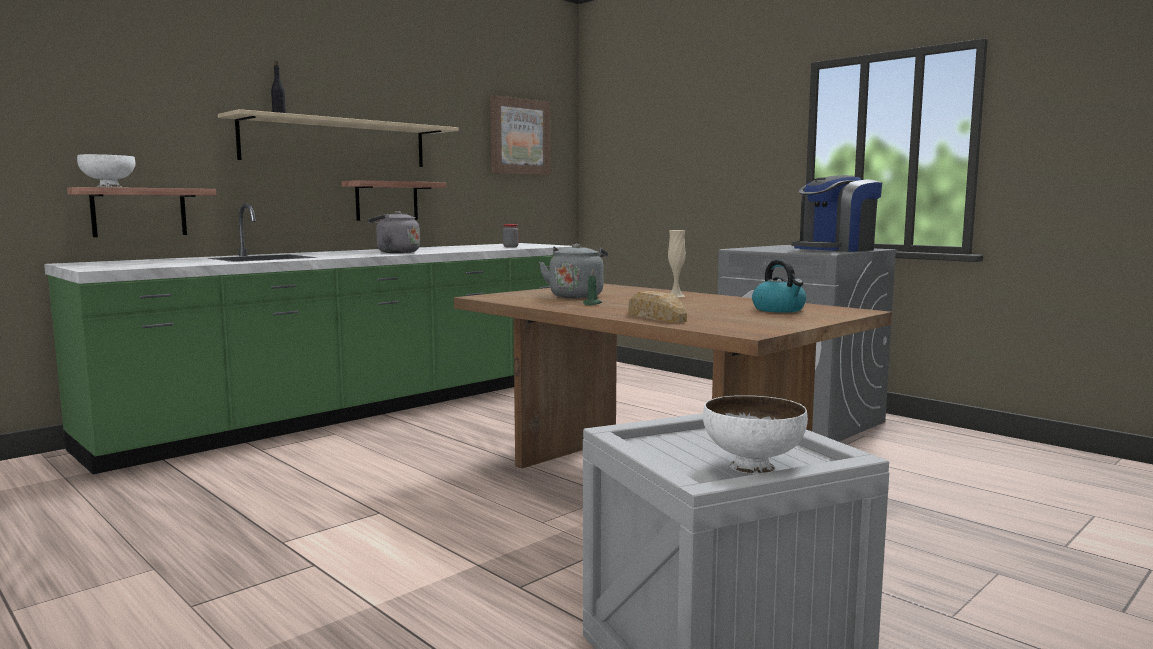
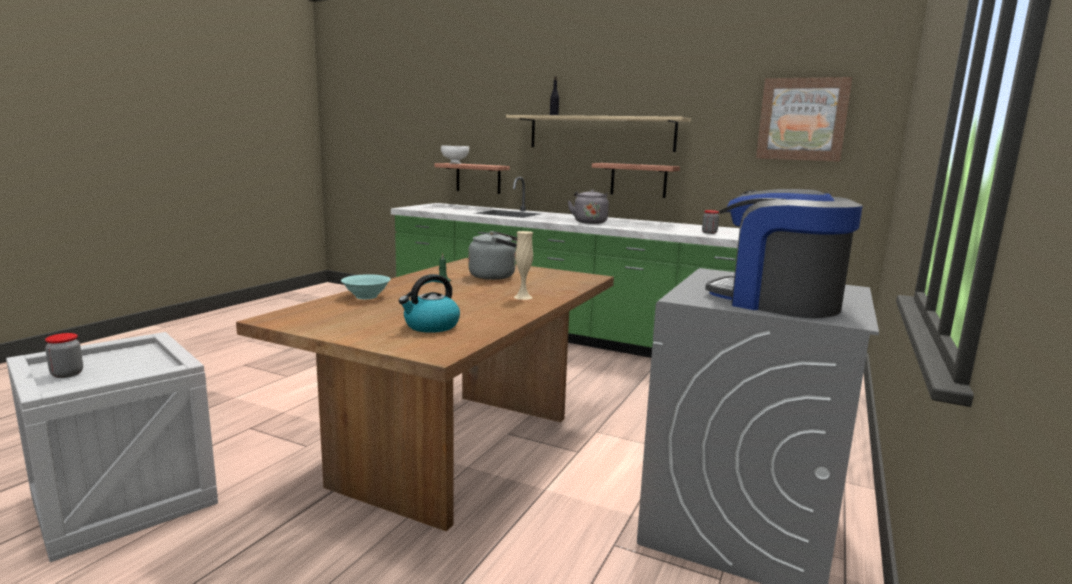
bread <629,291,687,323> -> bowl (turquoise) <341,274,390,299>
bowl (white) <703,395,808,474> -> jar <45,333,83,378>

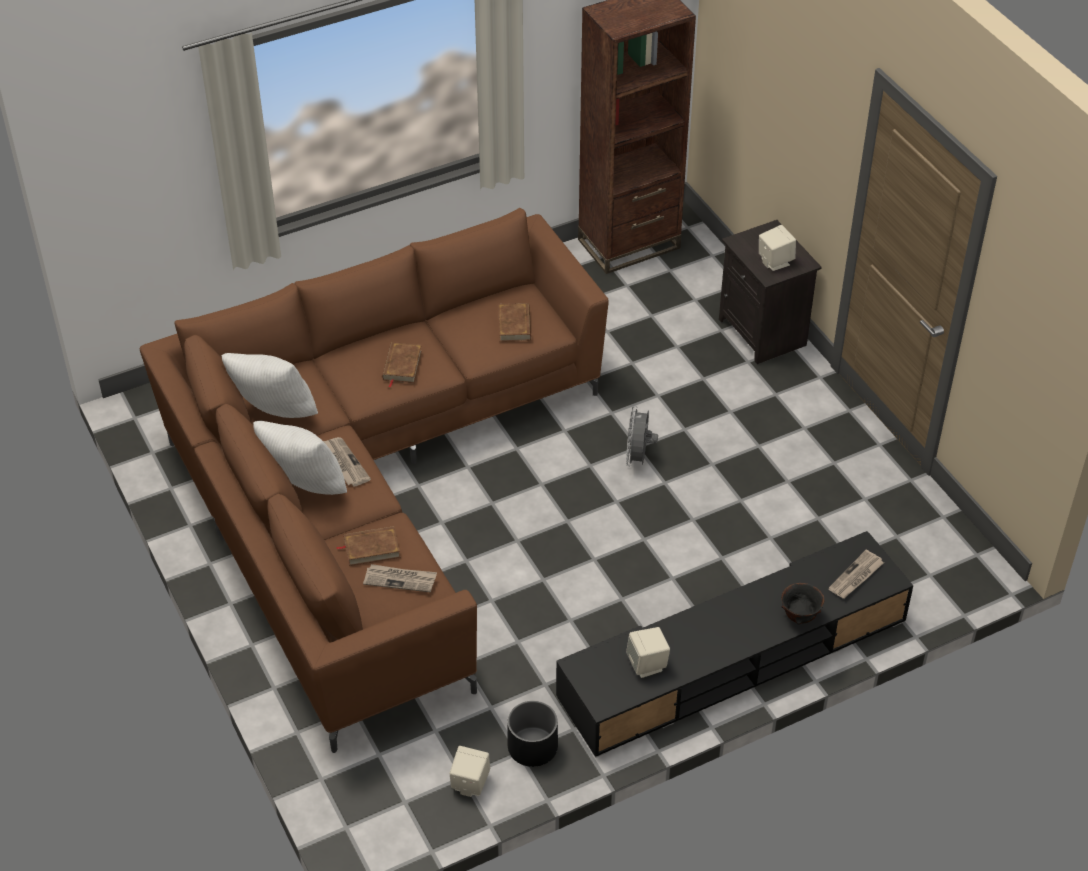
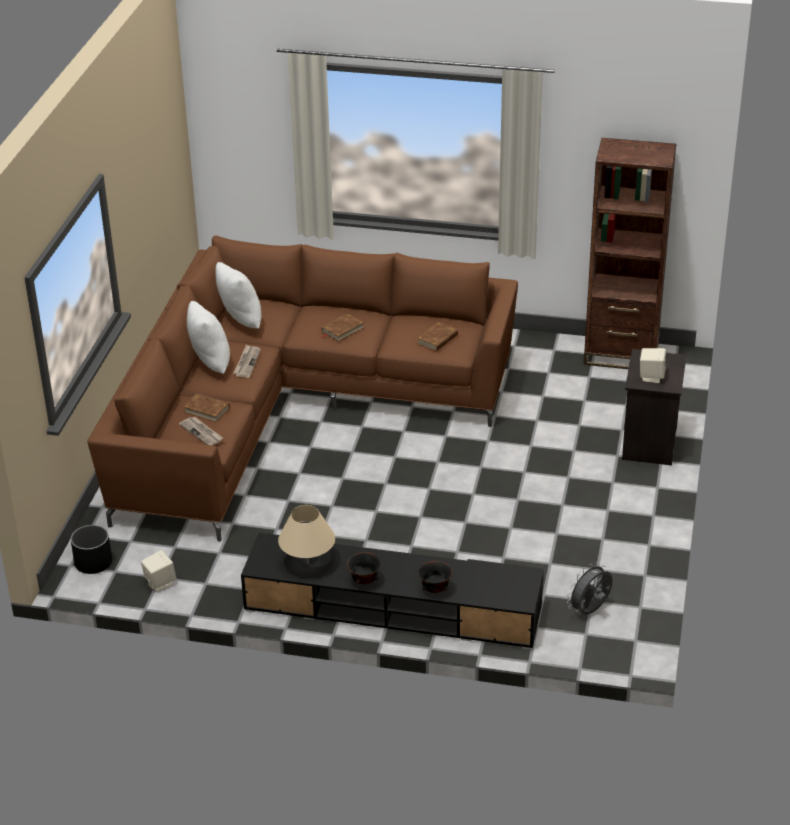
fan (grey) <626,406,658,466> -> fan (grey) <567,562,613,615>, moved
newspaper <828,550,884,598> -> none
speaker (beige) <626,627,670,678> -> table lamp (beige) <278,505,335,563>
planter (black) <507,701,558,767> -> planter (black) <71,525,112,574>, moved
none -> bowl (black) <347,552,381,584>

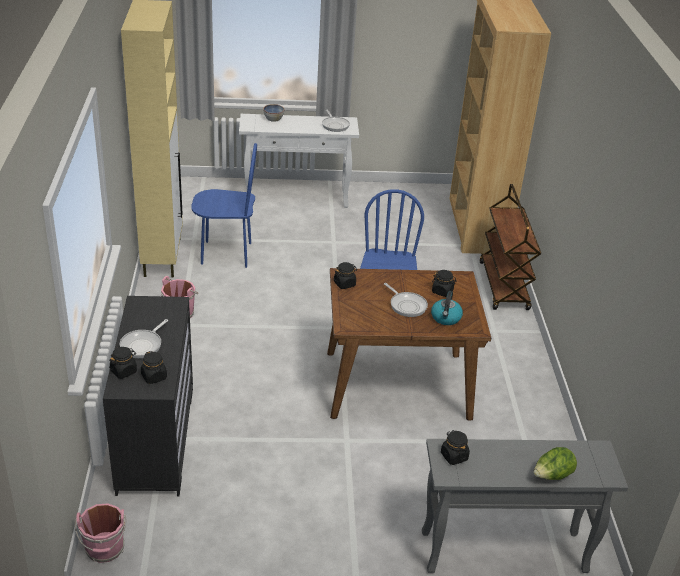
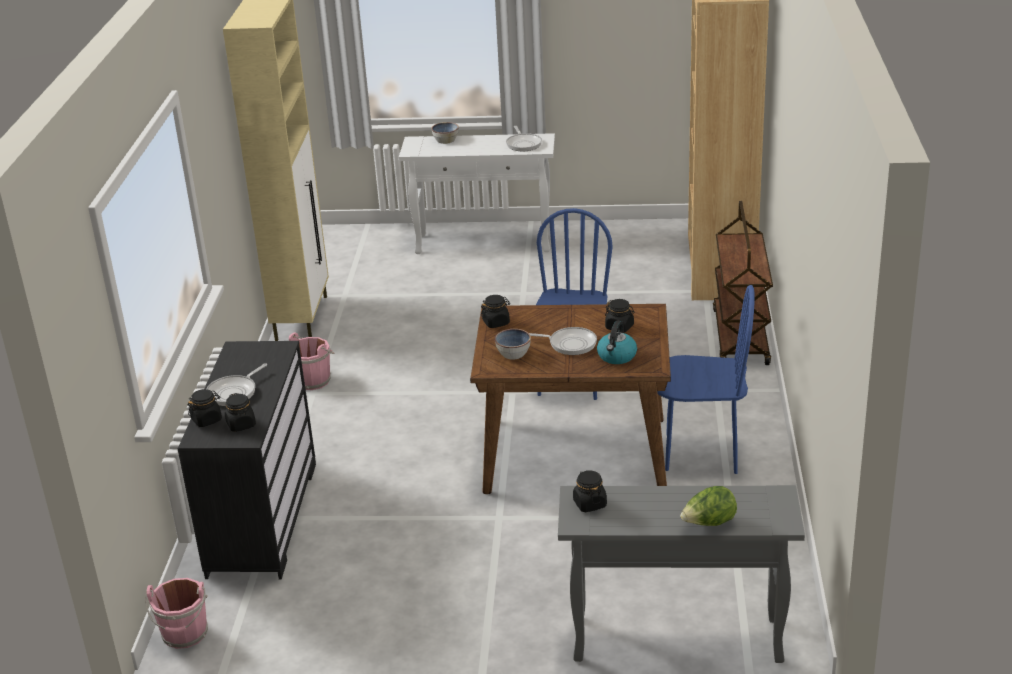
chair (blue) <191,143,257,268> -> chair (blue) <657,285,755,474>, moved
frying pan <384,283,428,317> -> frying pan <529,327,597,355>, 45 degrees counterclockwise
none -> bowl <495,329,531,360>

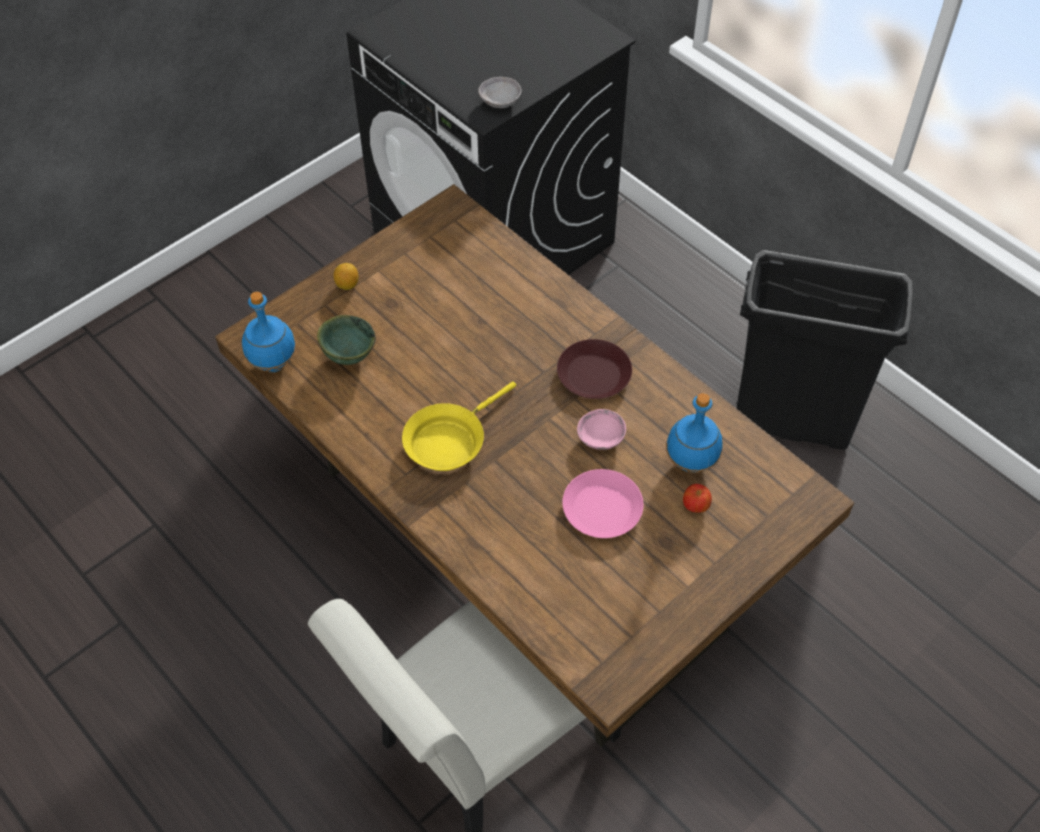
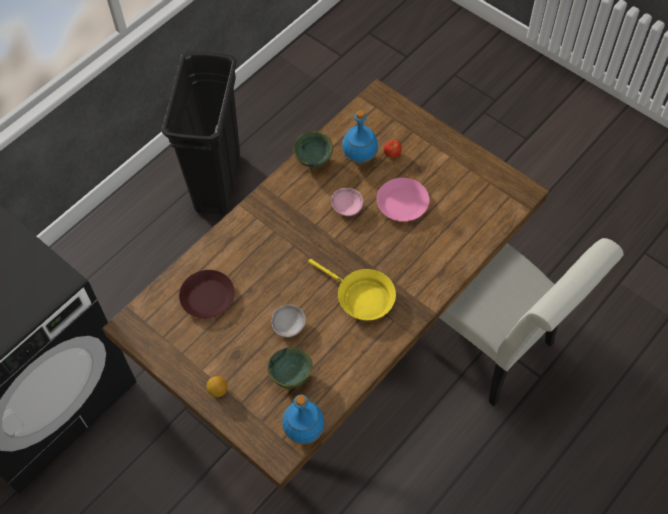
bowl (grey) <478,77,521,108> -> bowl (grey) <271,305,306,338>, moved
plate (brown) <557,339,632,399> -> plate (brown) <179,270,235,319>, moved
none -> bowl (green) <293,131,333,168>

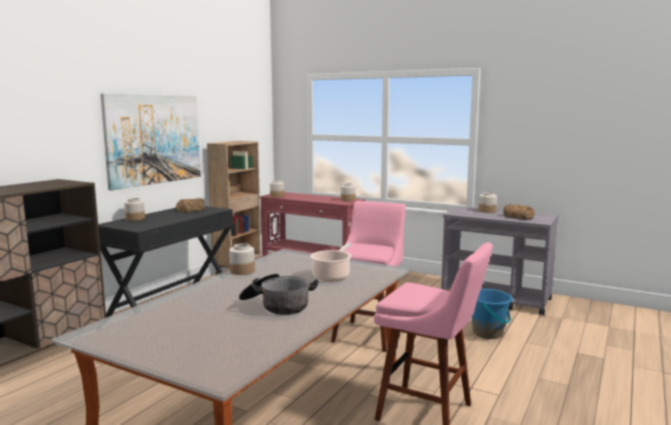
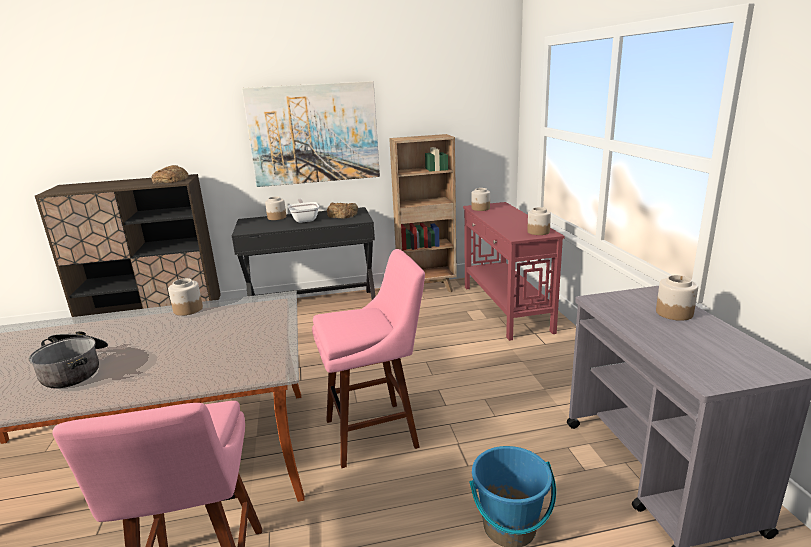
bread <503,204,535,220> -> bread <151,165,188,184>, moved
cooking pot <310,243,351,281> -> none
none -> frying pan <288,198,319,223>

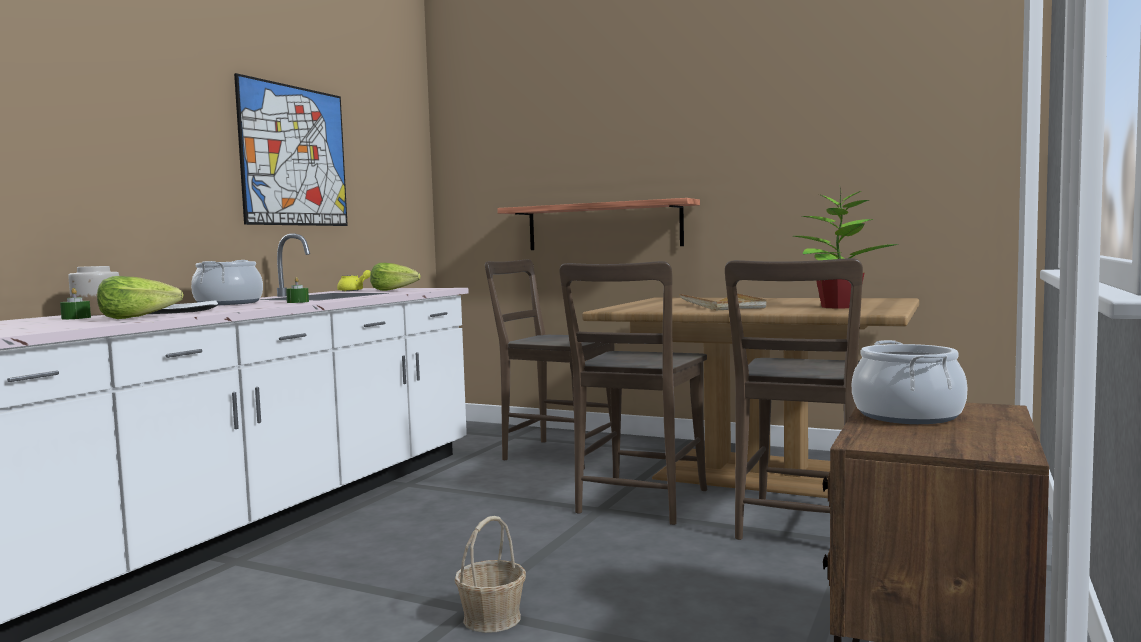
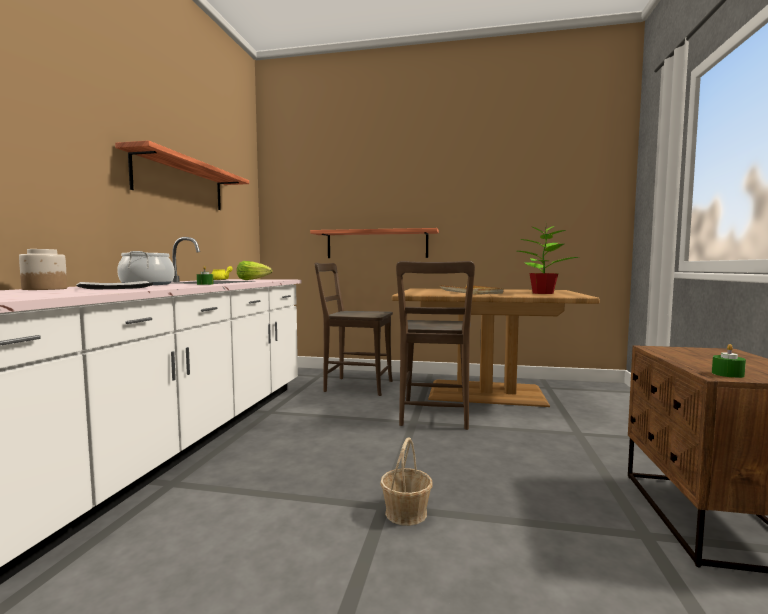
picture <234,73,348,226> -> shelf <115,140,249,210>
chair (brown) <725,258,863,540> -> none
lettuce <97,276,184,319> -> none
candle (green) <60,288,91,319> -> candle (green) <712,344,746,378>, moved
cooking pot <852,340,968,424> -> none

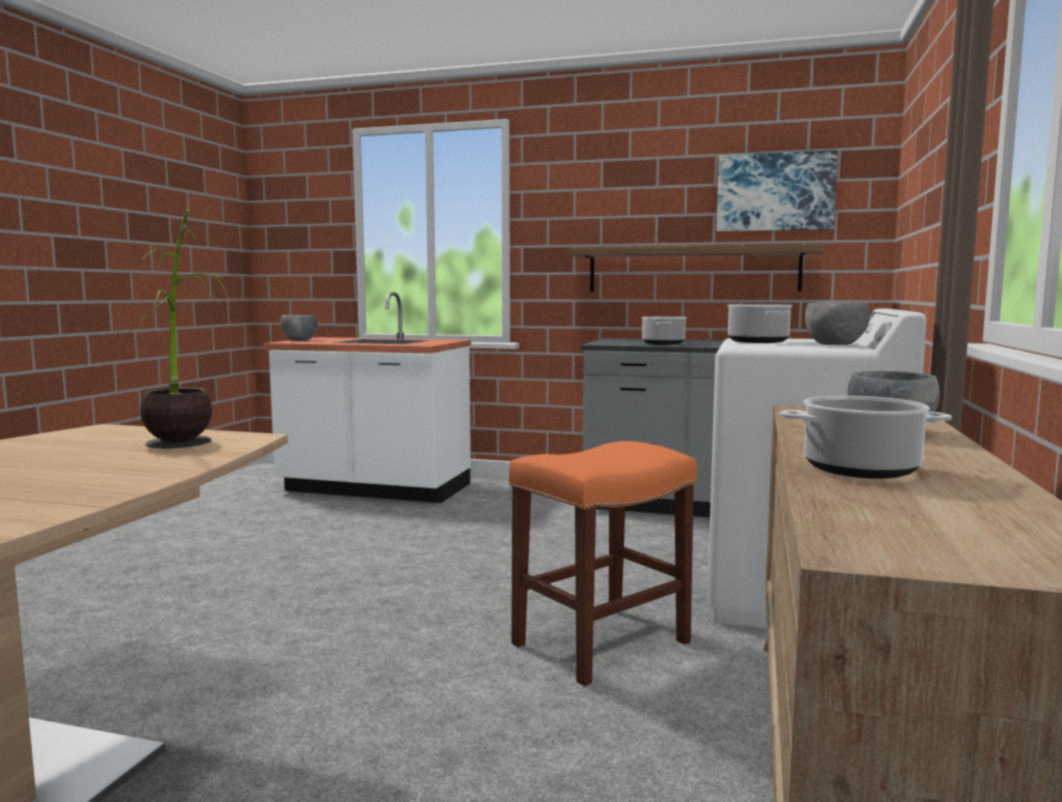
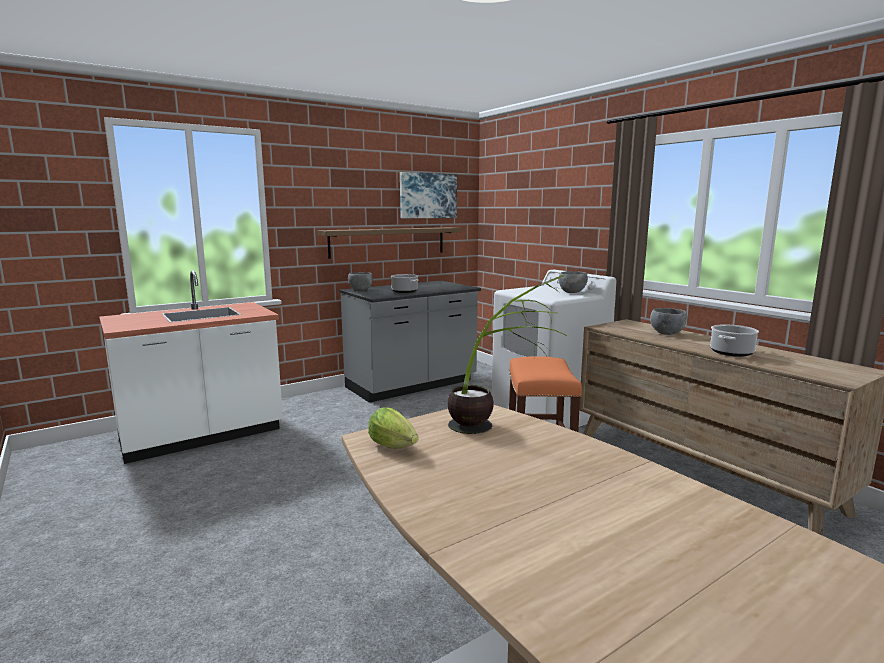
cooking pot <727,304,793,343> -> none
bowl (grey) <280,315,317,341> -> bowl (grey) <348,272,373,291>, moved
none -> lettuce <368,407,418,449>

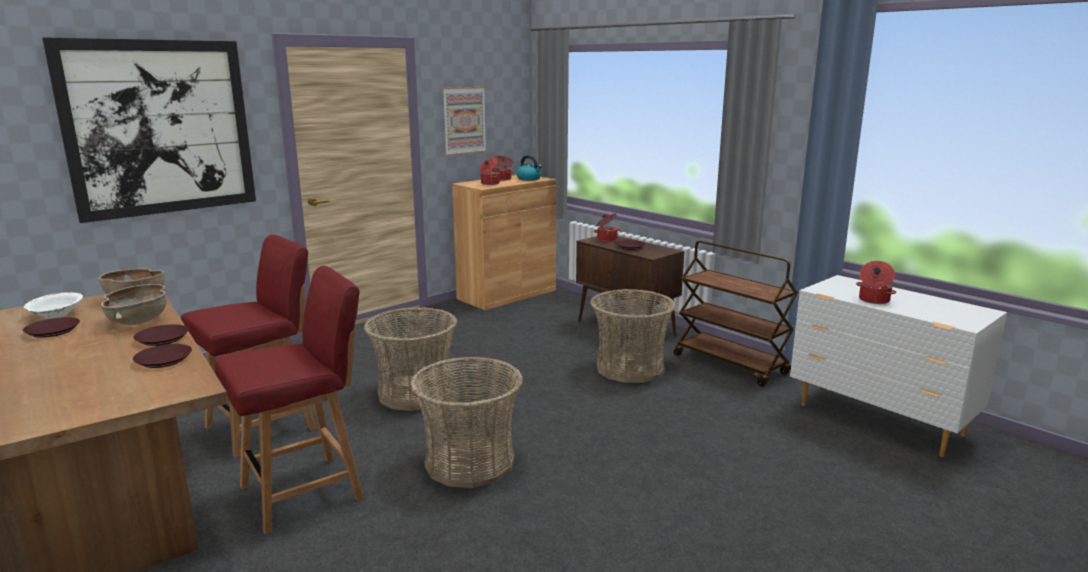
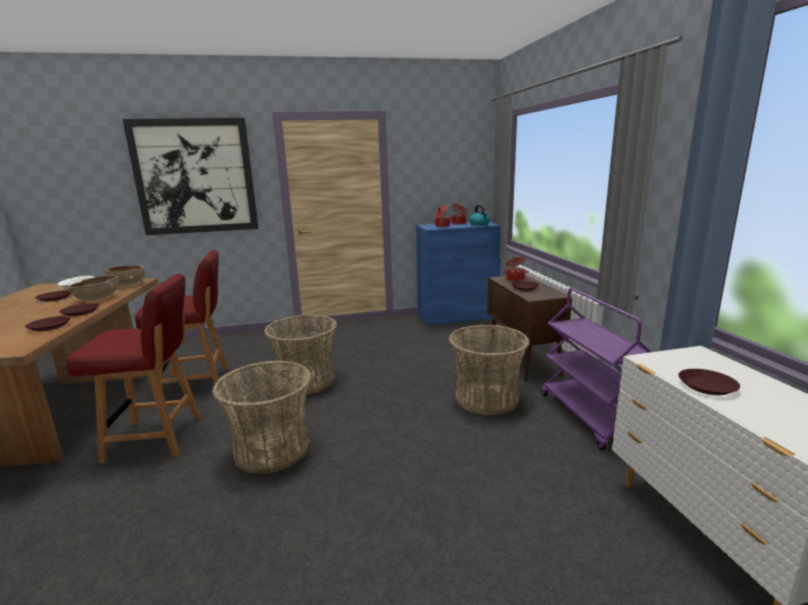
picture <443,87,487,156> -> none
cabinet (brown) <452,175,556,310> -> cabinet (blue) <416,221,501,326>
cart (brown) <674,241,798,387> -> cart (purple) <541,288,652,450>
cooking pot <856,261,896,304> -> plate (brown) <678,369,740,395>

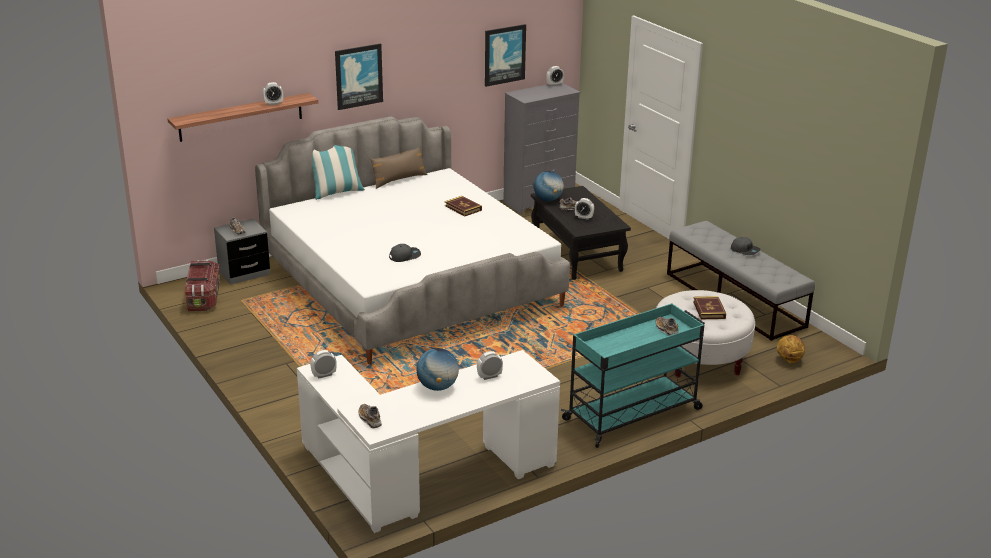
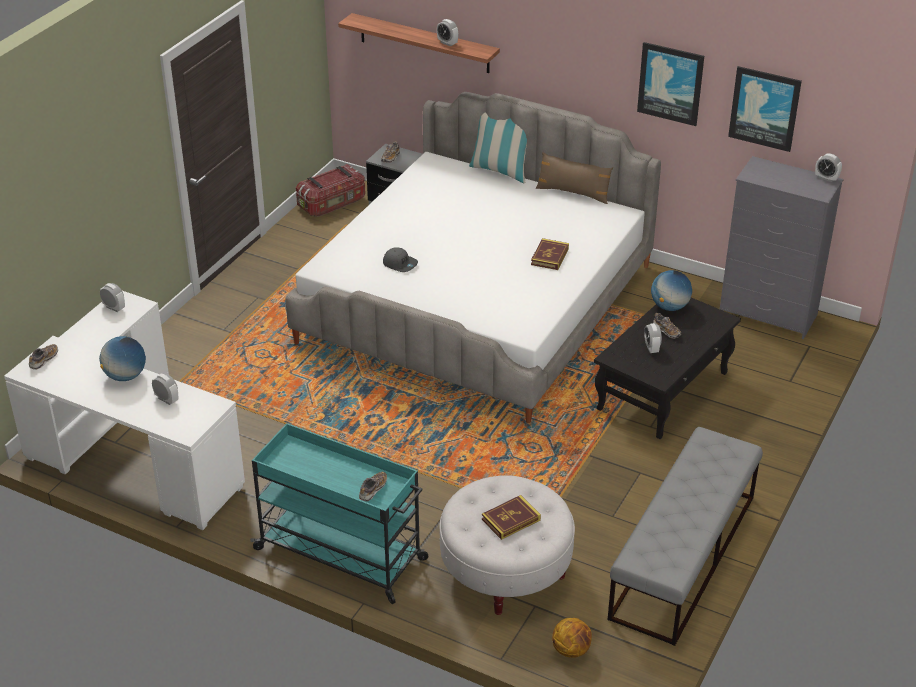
picture <335,44,383,110> -> picture <637,42,704,126>, moved
cap (grey) <731,237,761,255> -> none

